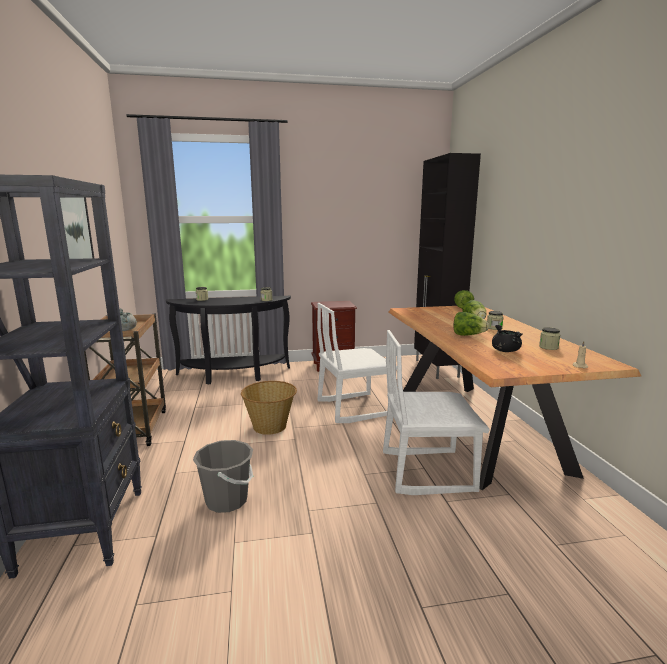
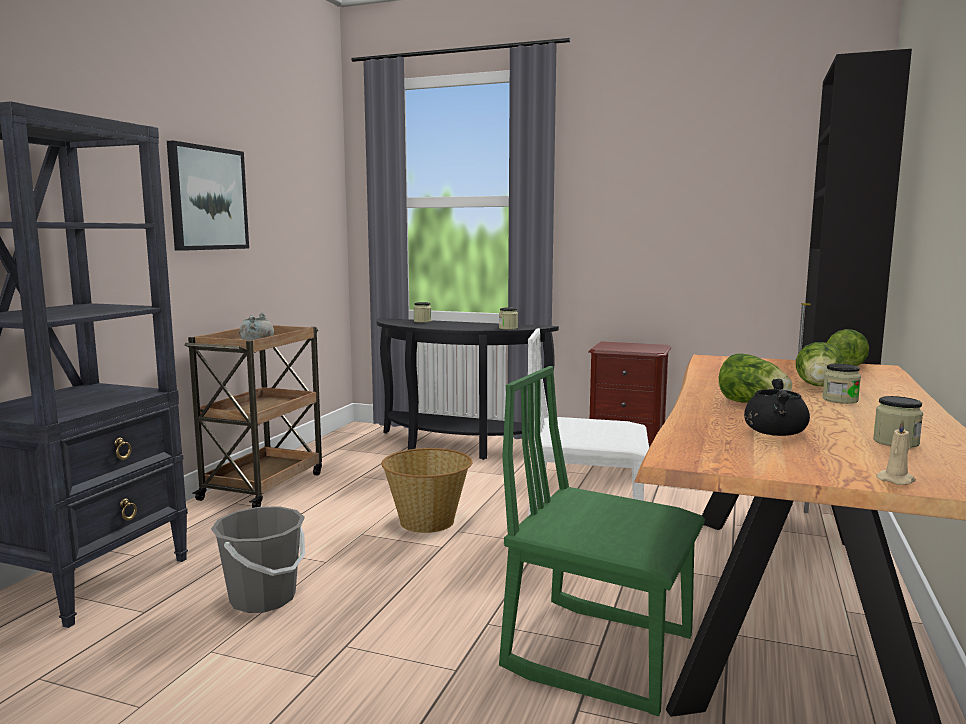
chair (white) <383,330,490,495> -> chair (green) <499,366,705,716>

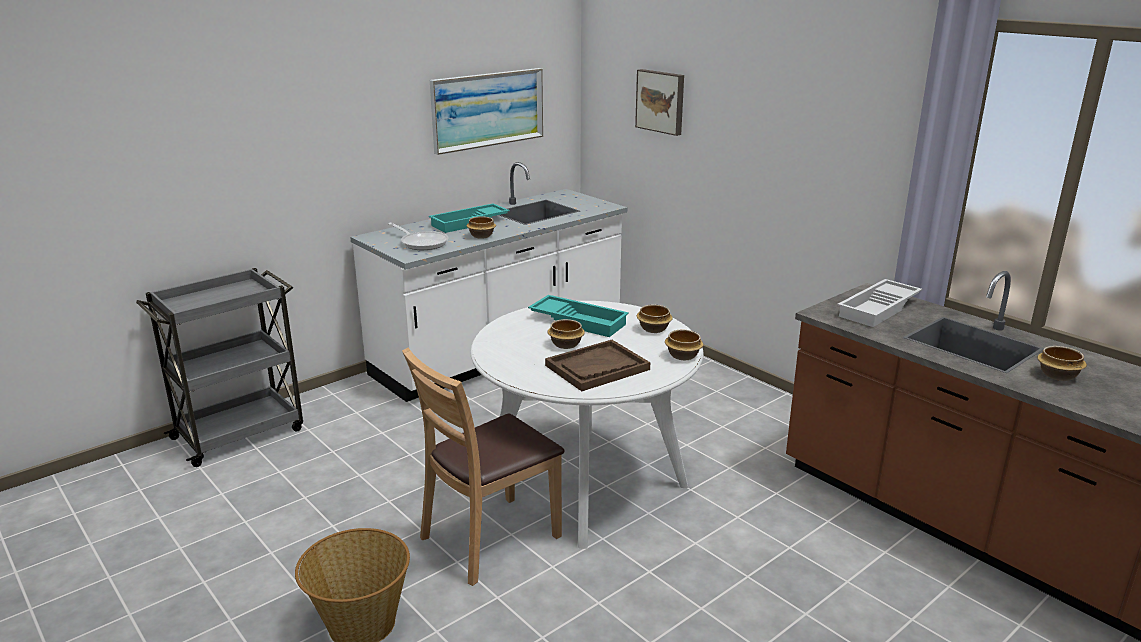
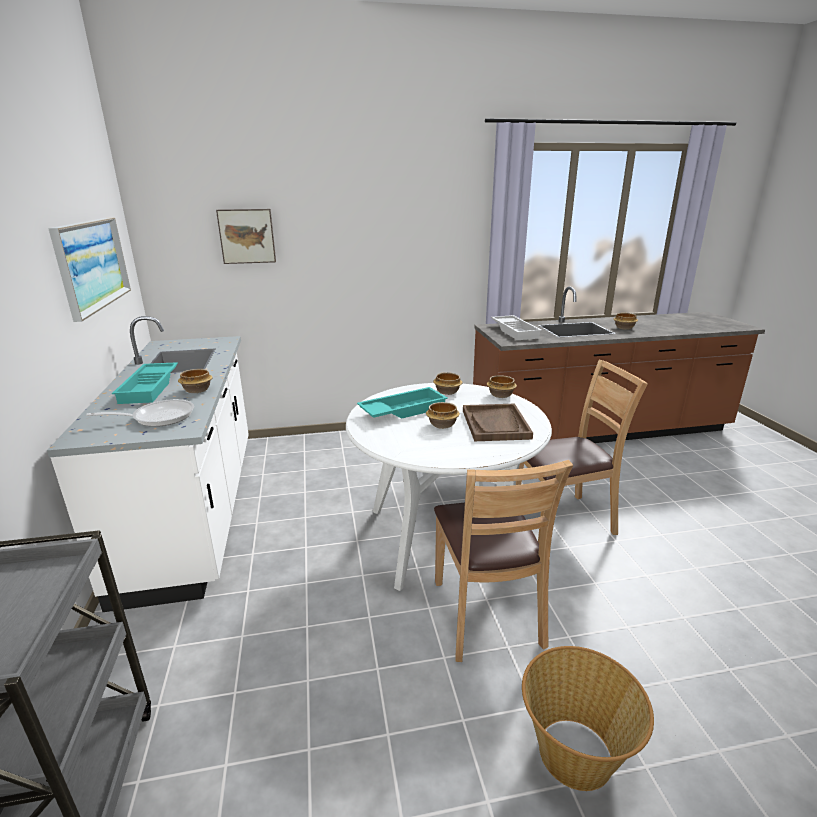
none -> chair (brown) <516,360,648,542>

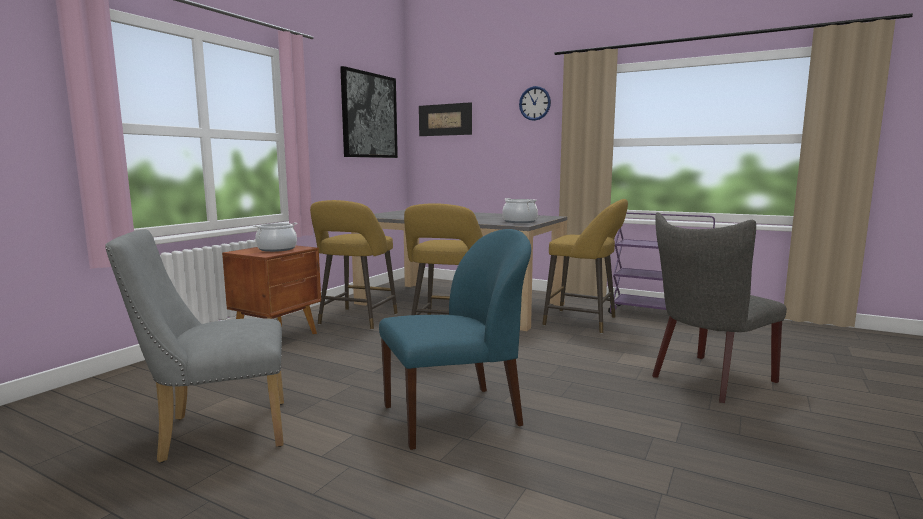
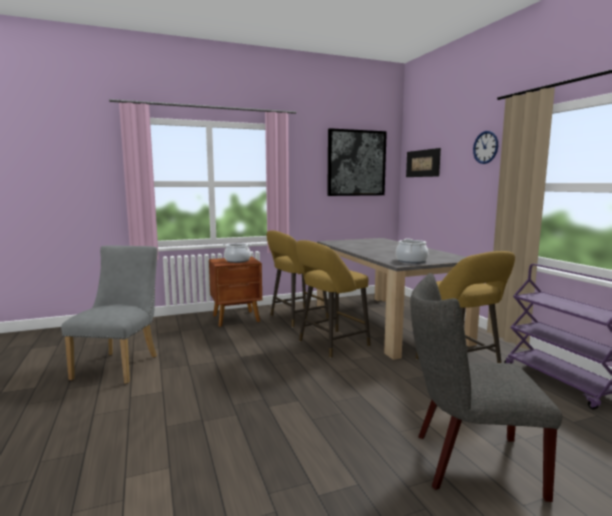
chair (grey) <105,229,284,463> -> chair (grey) <61,245,158,384>, 75 degrees clockwise
chair (blue) <379,229,531,450> -> none

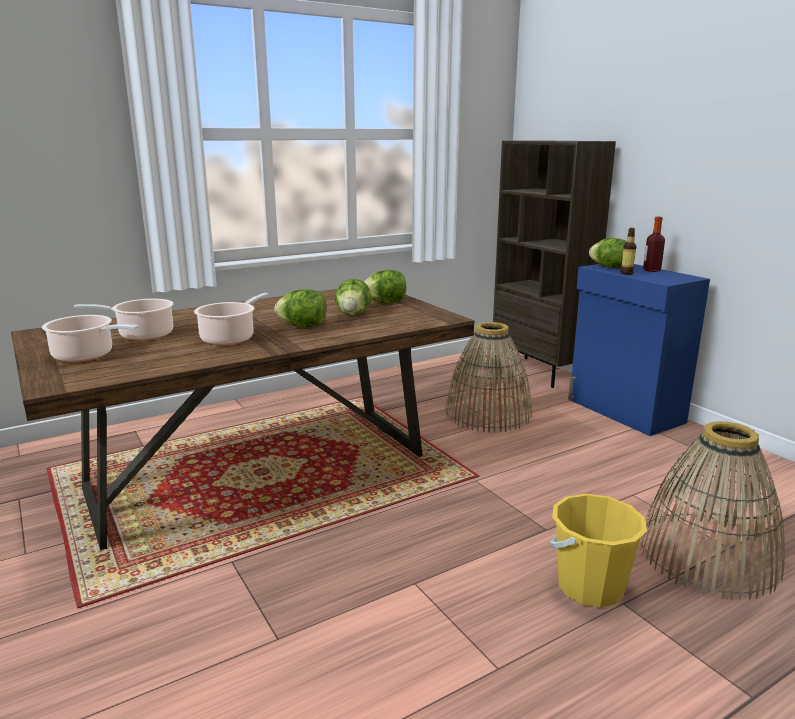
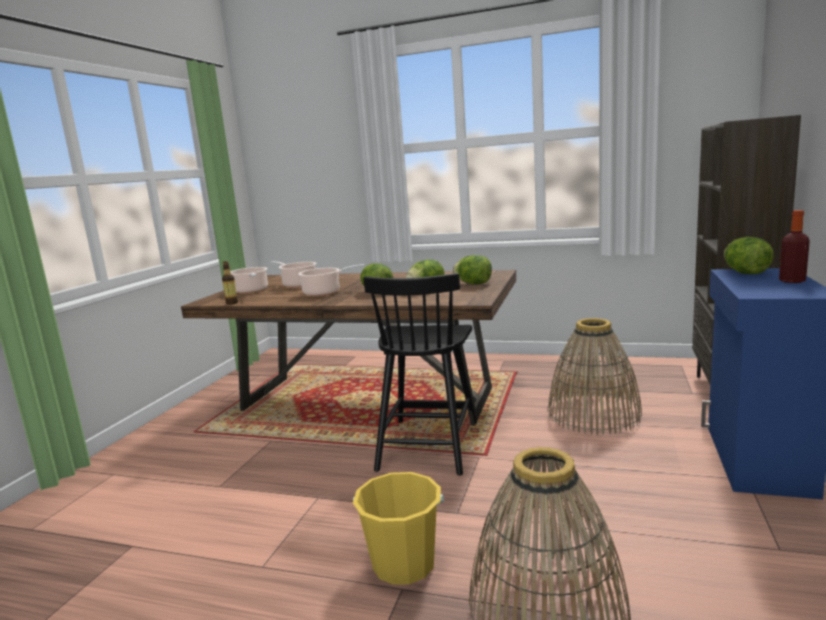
bottle <620,228,636,275> -> bottle <222,261,238,305>, moved
none -> chair (black) <363,273,477,476>

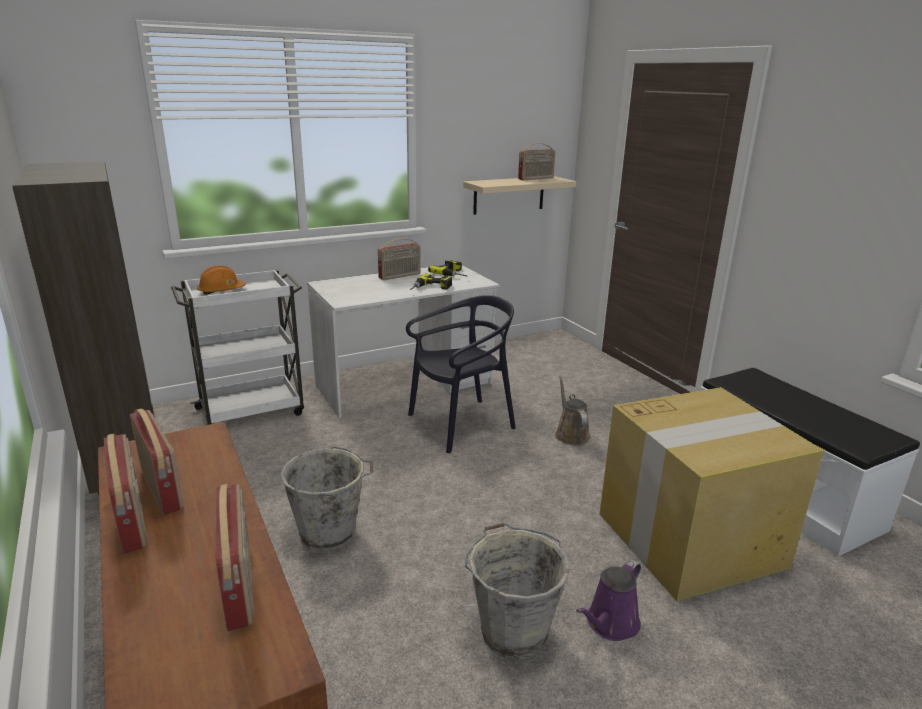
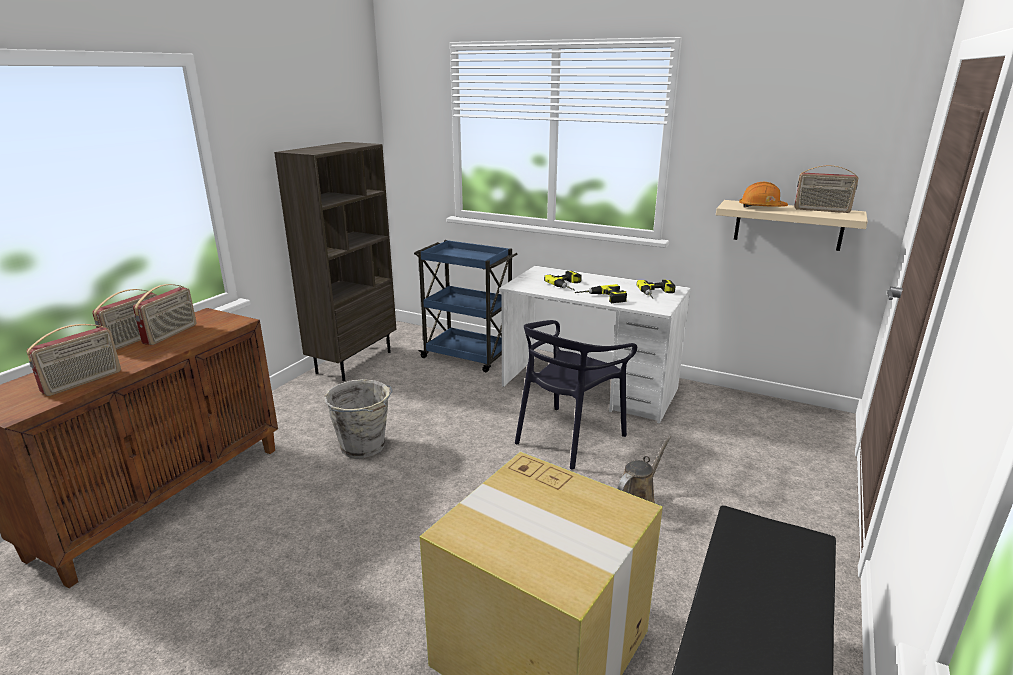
radio <378,238,421,280> -> none
hard hat (orange) <197,266,246,295> -> hard hat (orange) <739,182,788,207>, moved
cart (white) <171,270,304,426> -> cart (blue) <414,240,518,372>
chair (black) <406,295,516,453> -> chair (black) <515,320,637,469>, 105 degrees clockwise
bucket (grey) <465,523,570,660> -> none
watering can (purple) <576,559,641,641> -> none
none -> power drill <544,271,582,291>

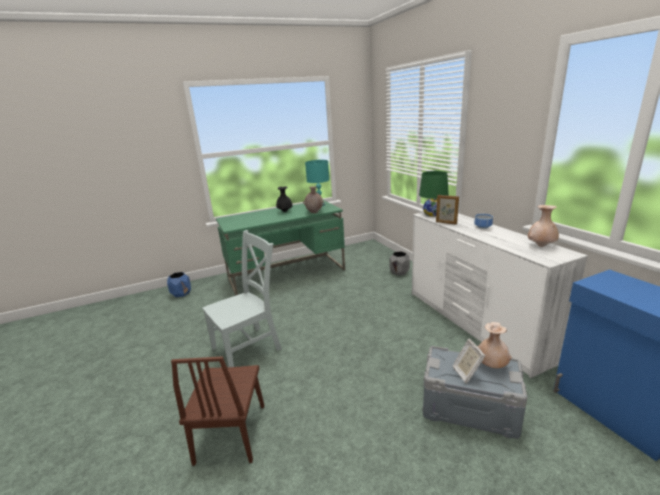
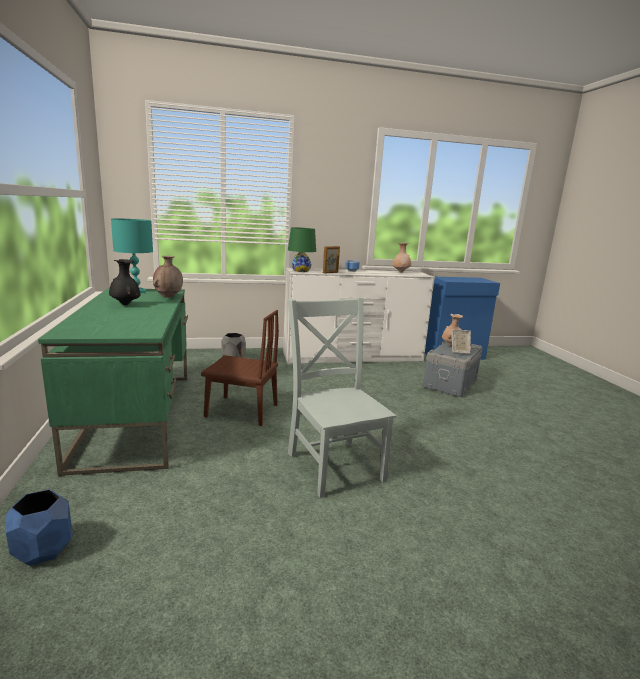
chair (brown) <171,356,264,466> -> chair (brown) <201,310,279,426>, moved

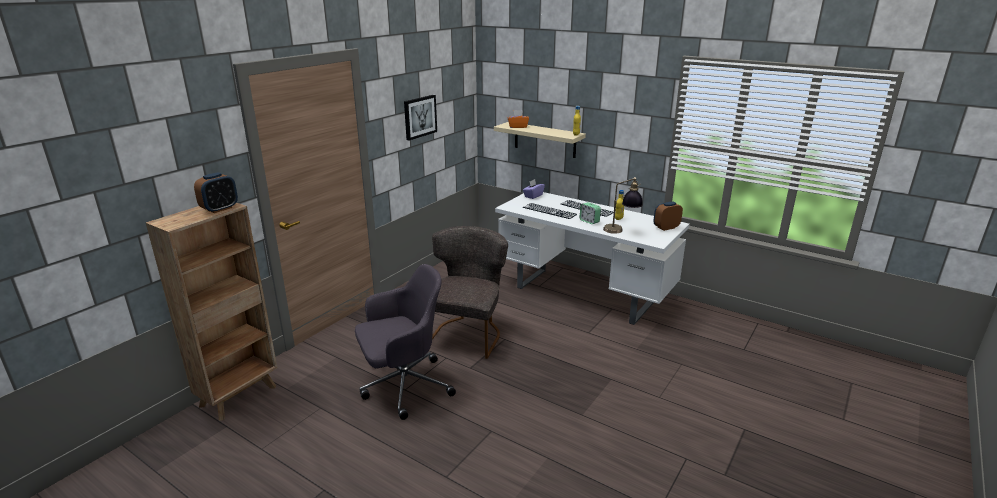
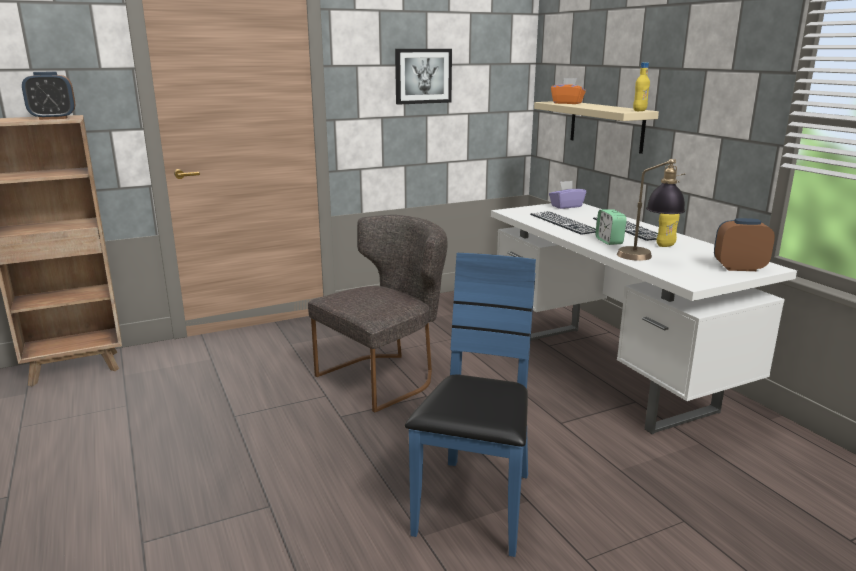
office chair (grey) <355,264,456,420> -> none
none -> chair (blue) <405,253,536,557>

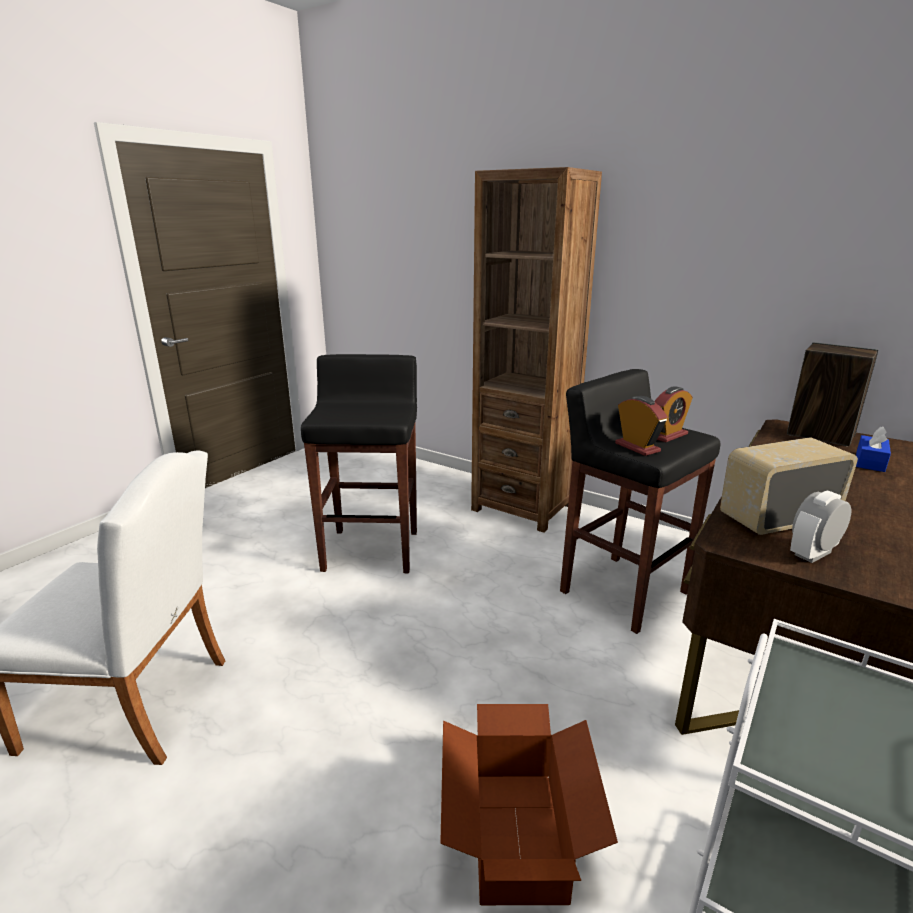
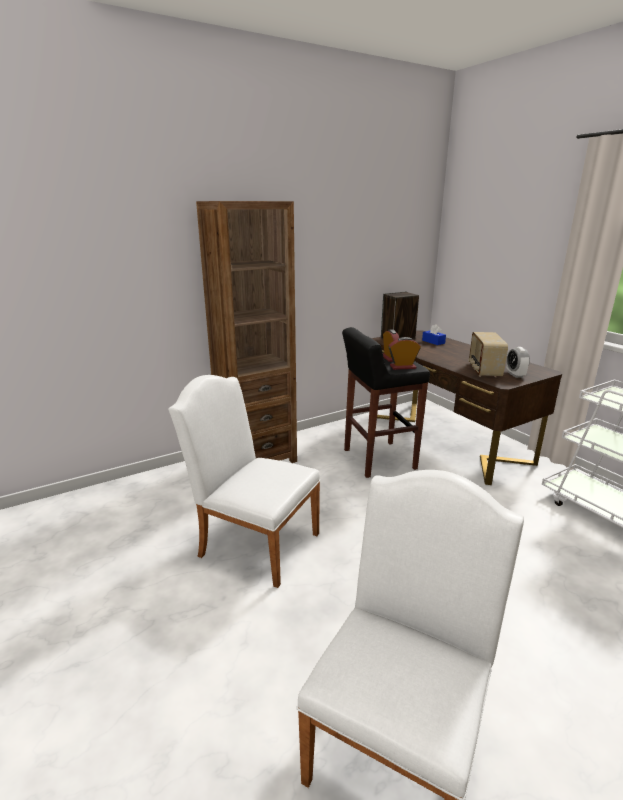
stool (black) <301,354,417,573> -> chair (white) <168,375,320,588>
cardboard box <440,704,618,905> -> none

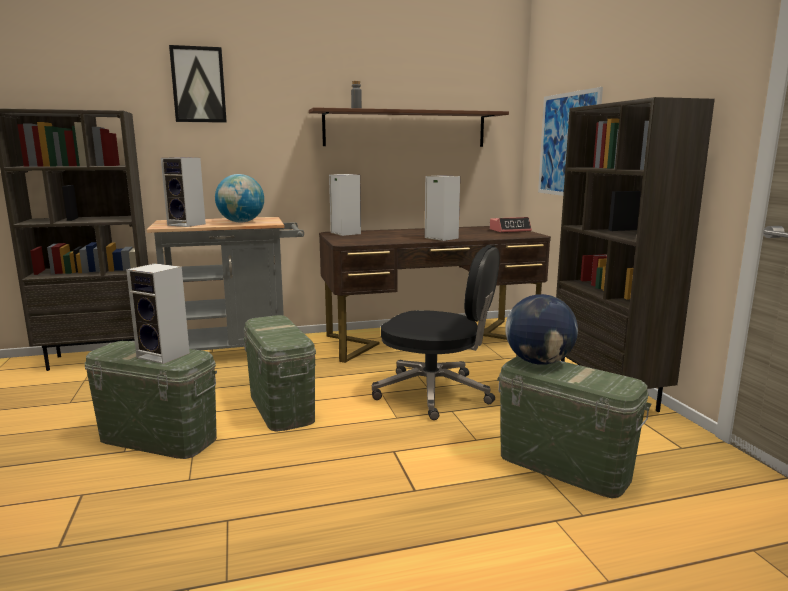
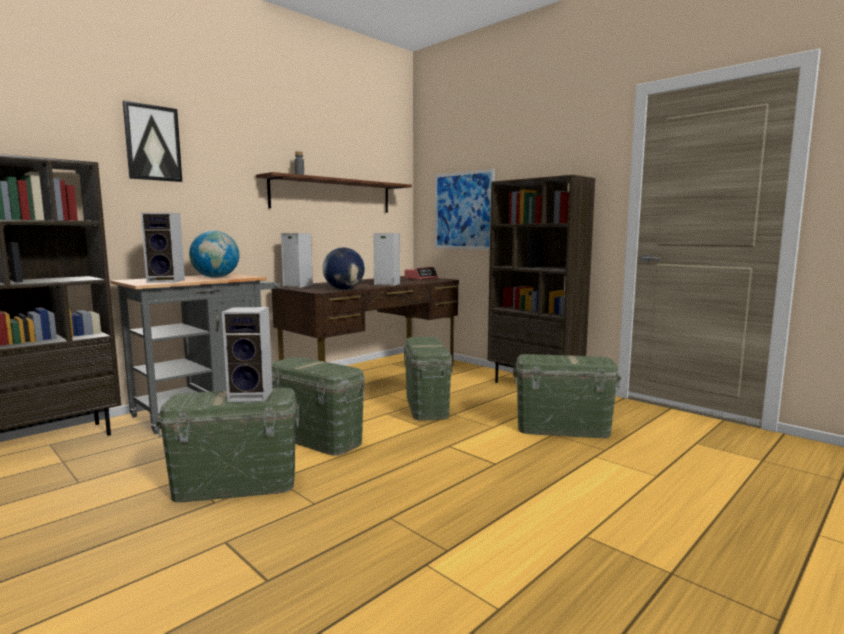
office chair (black) <372,245,500,420> -> storage box (green) <404,337,452,421>
globe <505,294,578,365> -> globe <322,247,365,289>, moved

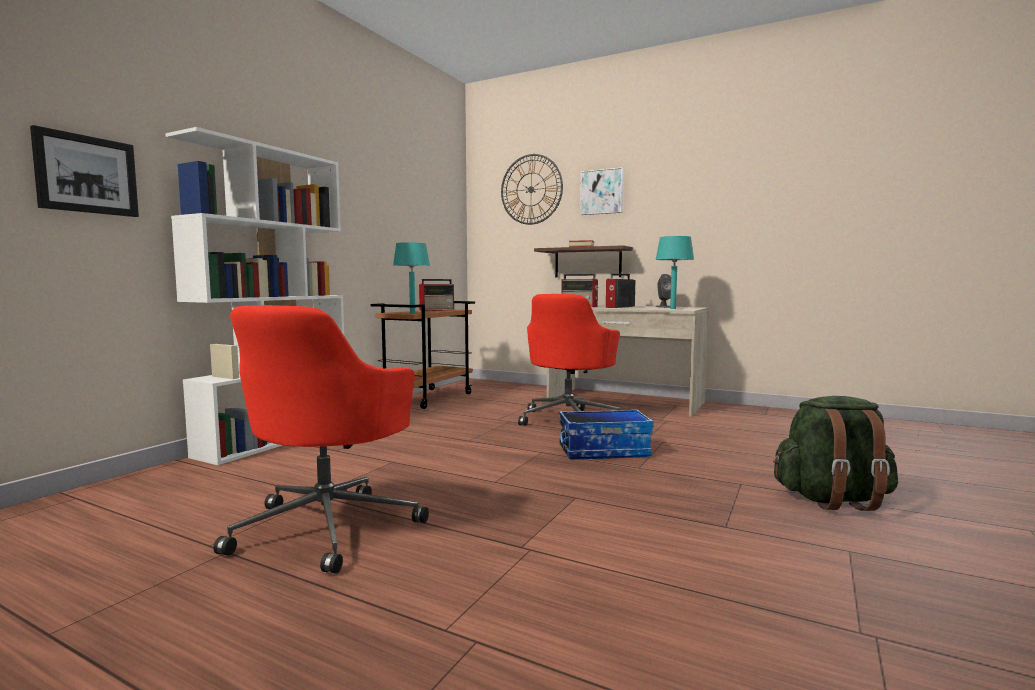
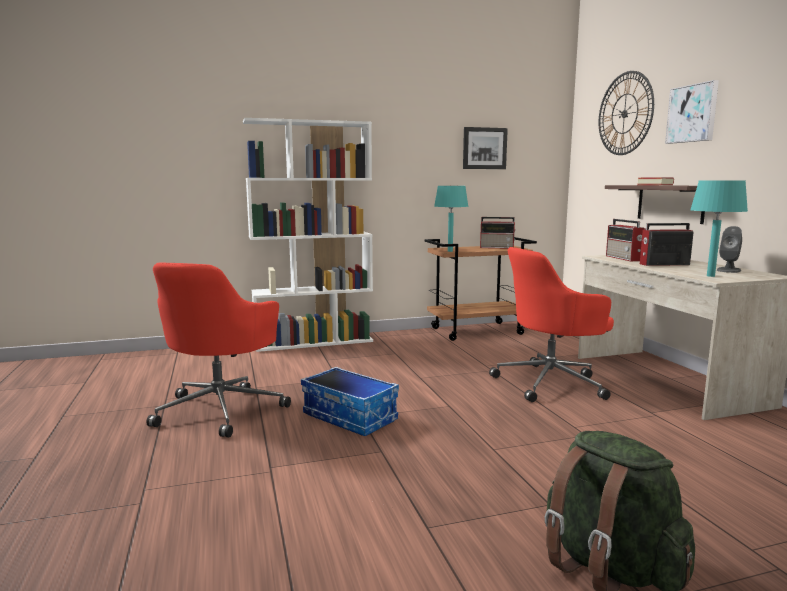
picture <30,125,139,217> -> picture <463,127,508,169>, moved
office chair (red) <213,305,429,574> -> office chair (red) <146,263,291,438>, 45 degrees counterclockwise
storage box <559,409,654,460> -> storage box <301,367,399,436>, moved

